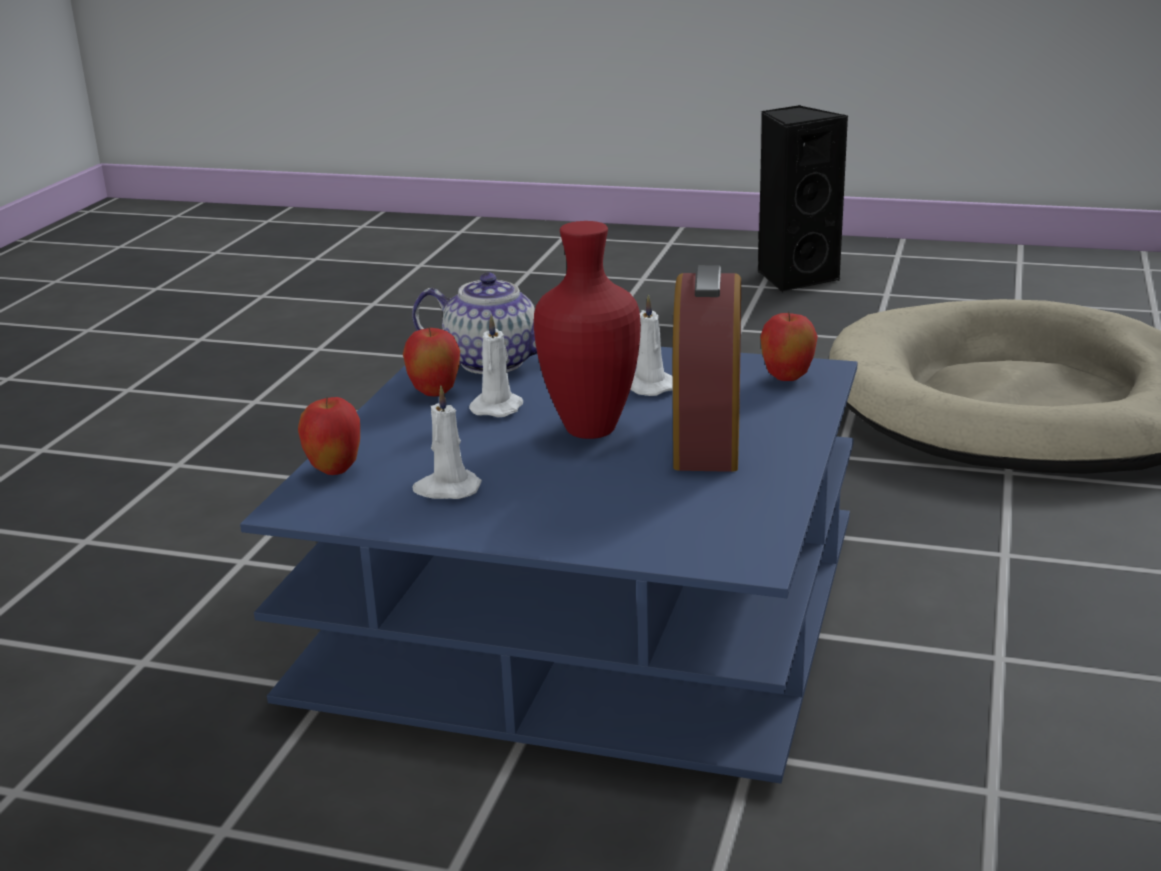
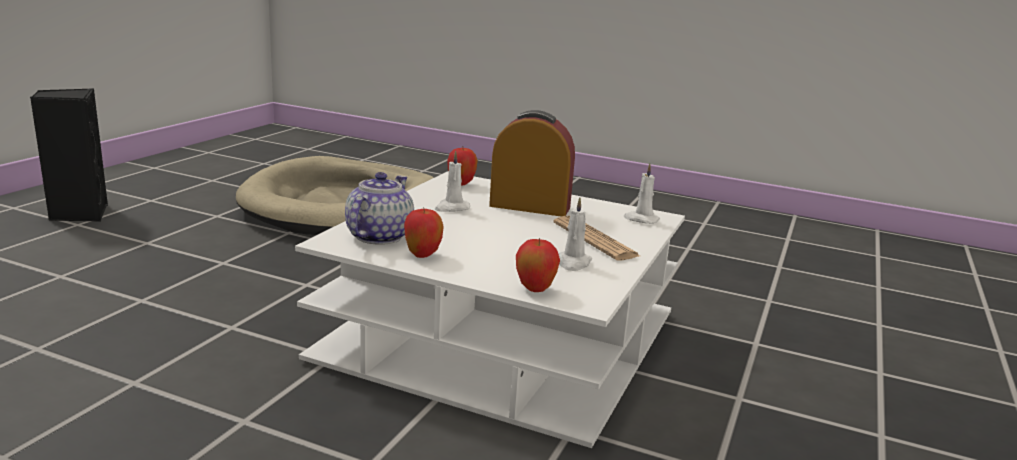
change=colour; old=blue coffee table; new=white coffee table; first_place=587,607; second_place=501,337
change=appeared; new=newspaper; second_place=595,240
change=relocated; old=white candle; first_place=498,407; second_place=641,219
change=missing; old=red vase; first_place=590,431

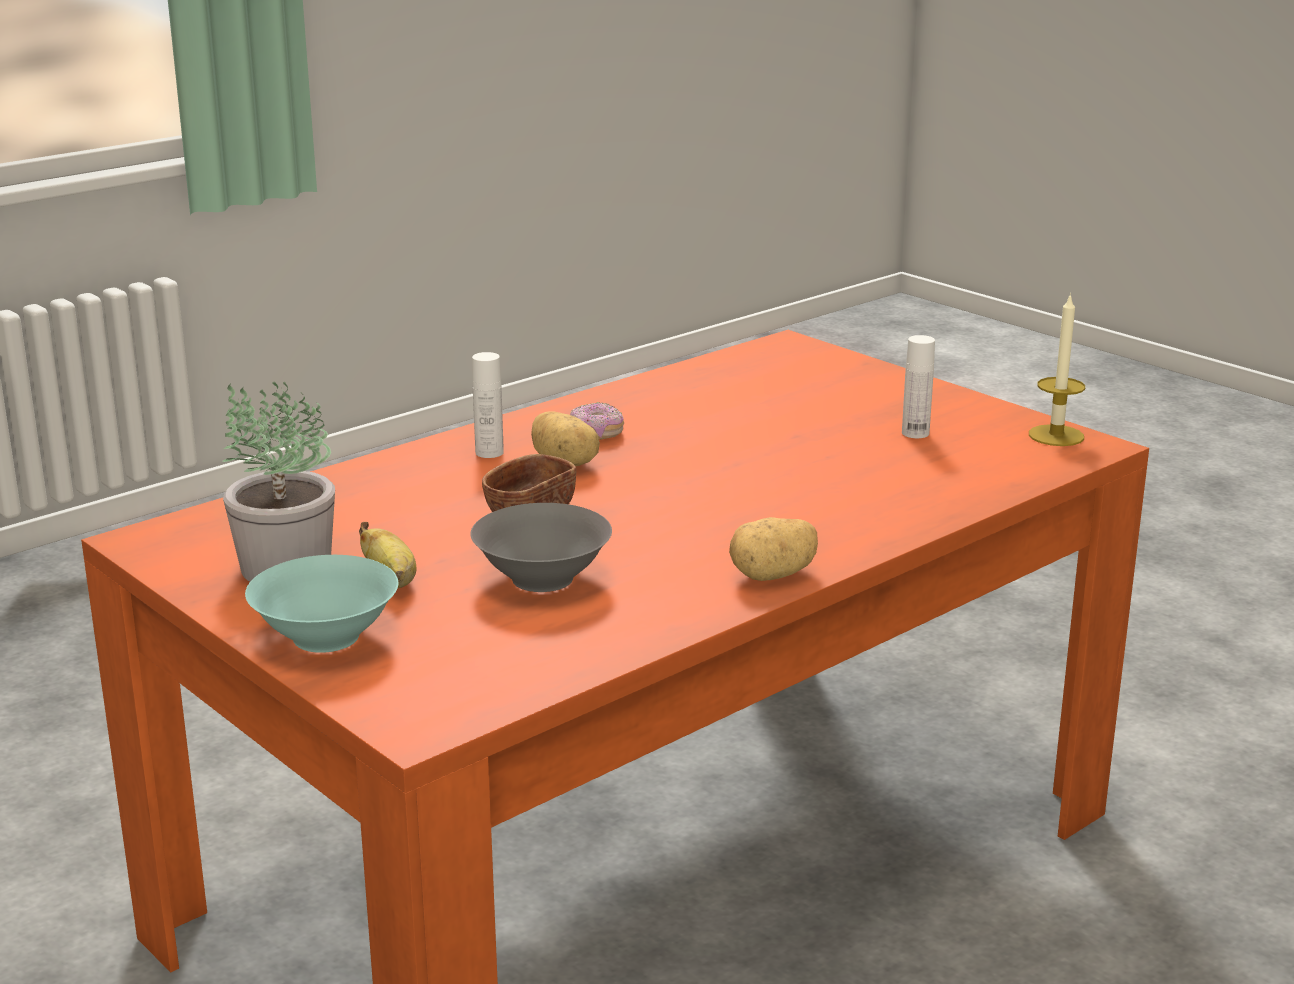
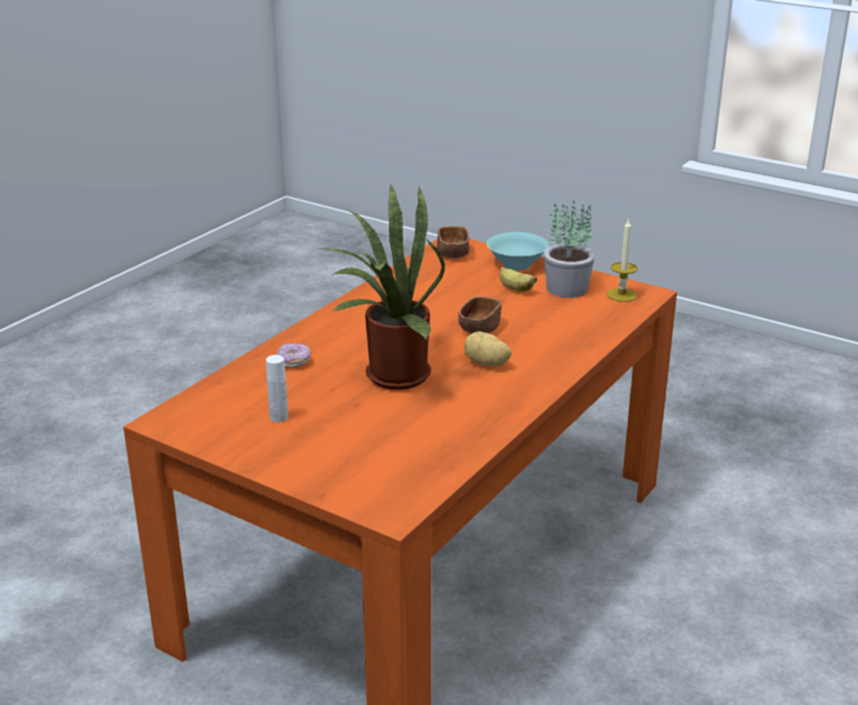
change=relocated; old=donut; first_place=597,433; second_place=294,362
change=appeared; new=potted plant; second_place=390,375
change=appeared; new=brown bowl; second_place=453,253
change=relocated; old=candle; first_place=1056,435; second_place=621,295
change=missing; old=grey bowl; first_place=544,579
change=missing; old=white bottle; first_place=489,452
change=missing; old=potato; first_place=773,576

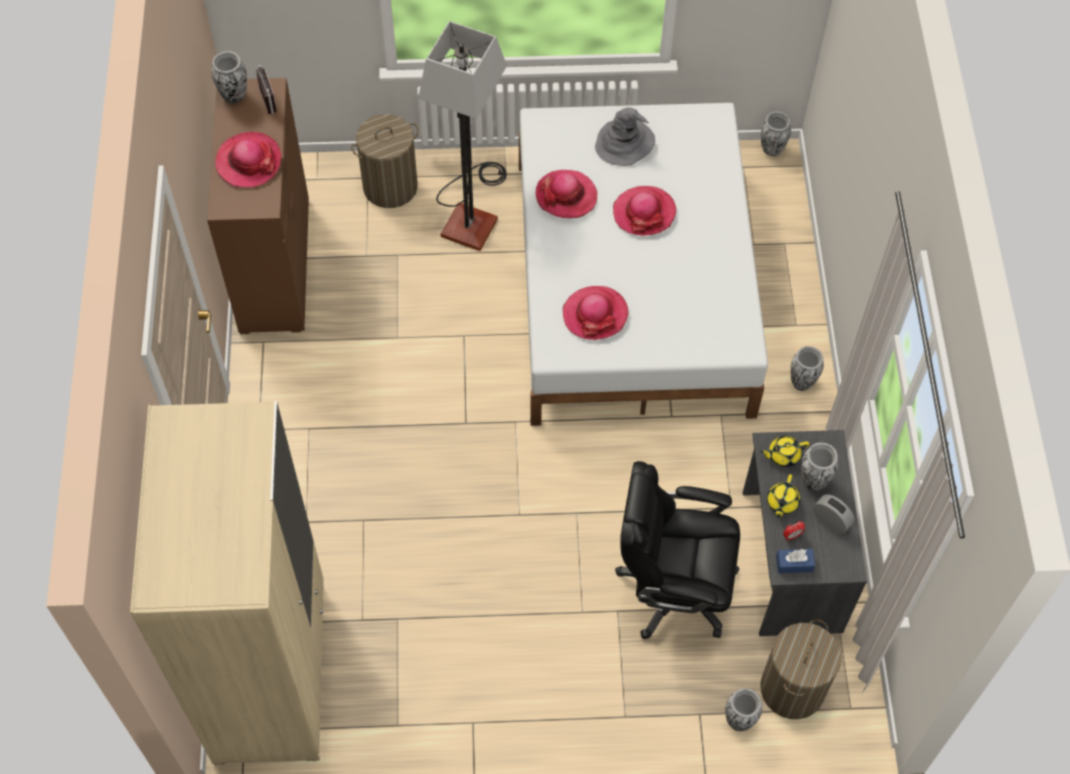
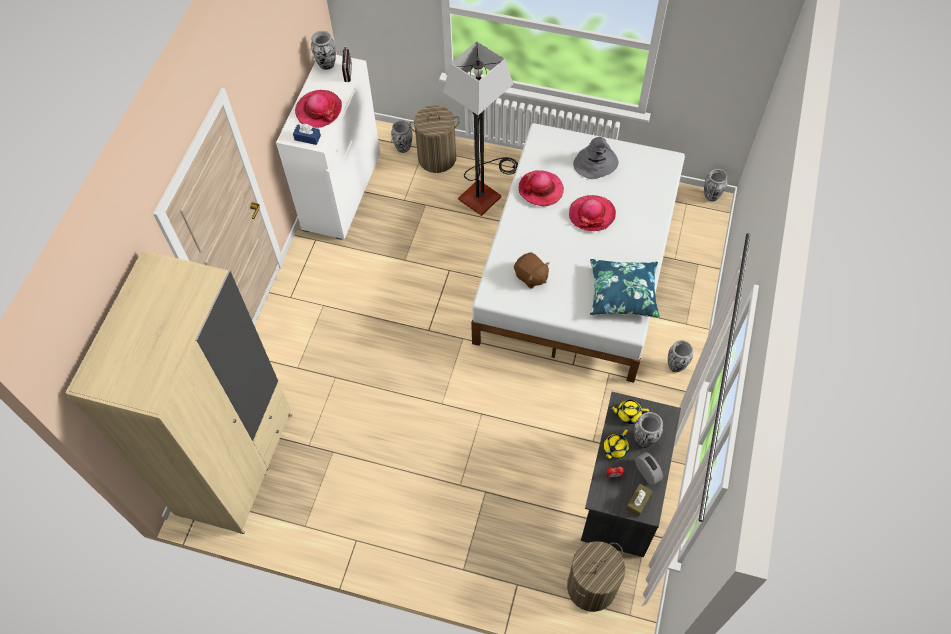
change=colour; old=brown dresser; new=white dresser; first_place=275,265; second_place=342,191
change=relocated; old=blue tissue box; first_place=794,564; second_place=307,138
change=relocated; old=vase; first_place=739,720; second_place=403,148
change=exchanged; old=hat; new=brown plush toy; first_place=595,314; second_place=531,276
change=appeared; new=blue pillow; second_place=623,293
change=appeared; new=brown tissue box; second_place=638,502
change=missing; old=black office chair; first_place=673,588

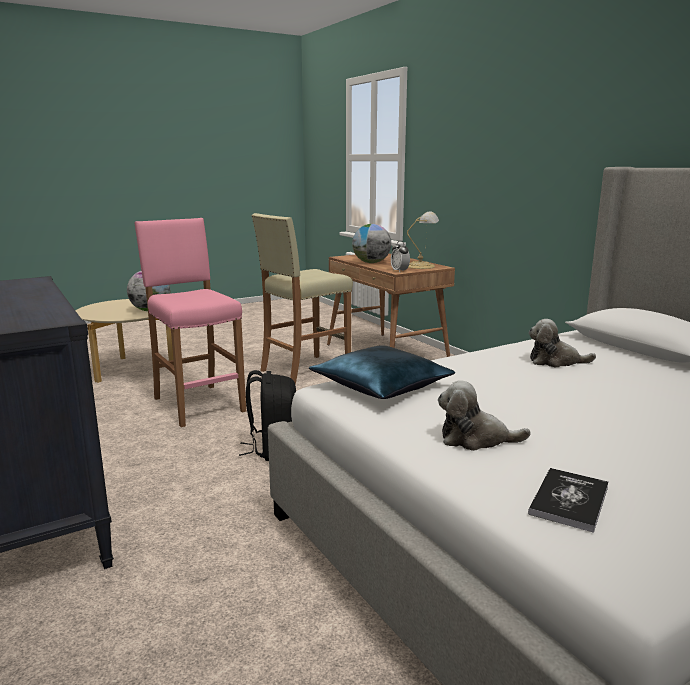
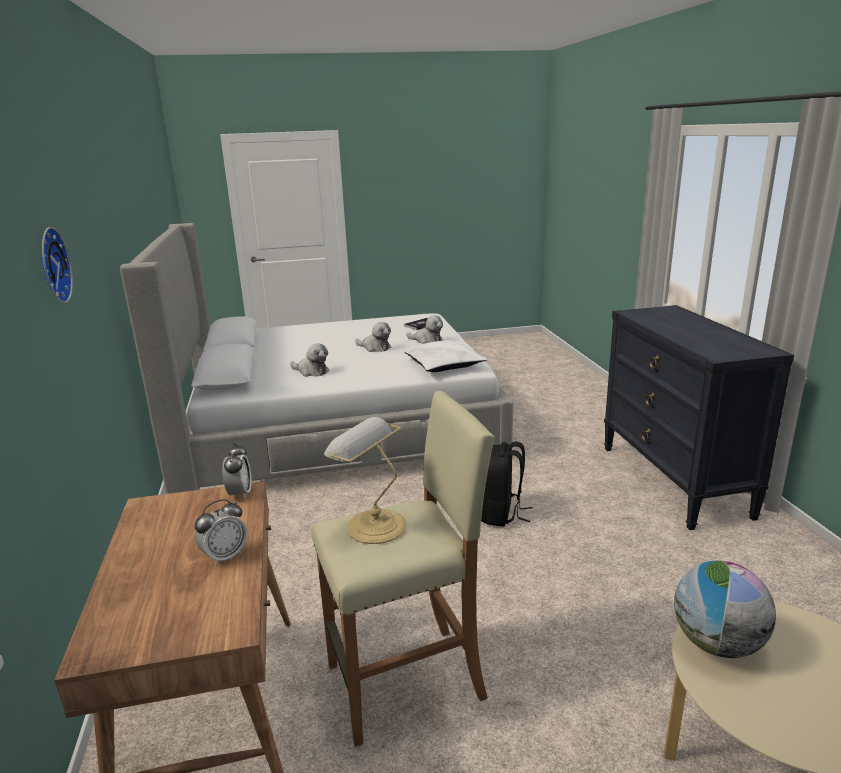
change=appeared; new=wall clock; second_place=50,265
change=exchanged; old=globe; new=alarm clock; first_place=371,263; second_place=225,556
change=relocated; old=table lamp; first_place=421,266; second_place=373,525
change=appeared; new=plush toy; second_place=375,348
change=colour; old=blue pillow; new=white pillow; first_place=382,386; second_place=444,364
change=missing; old=pink stool; first_place=198,404

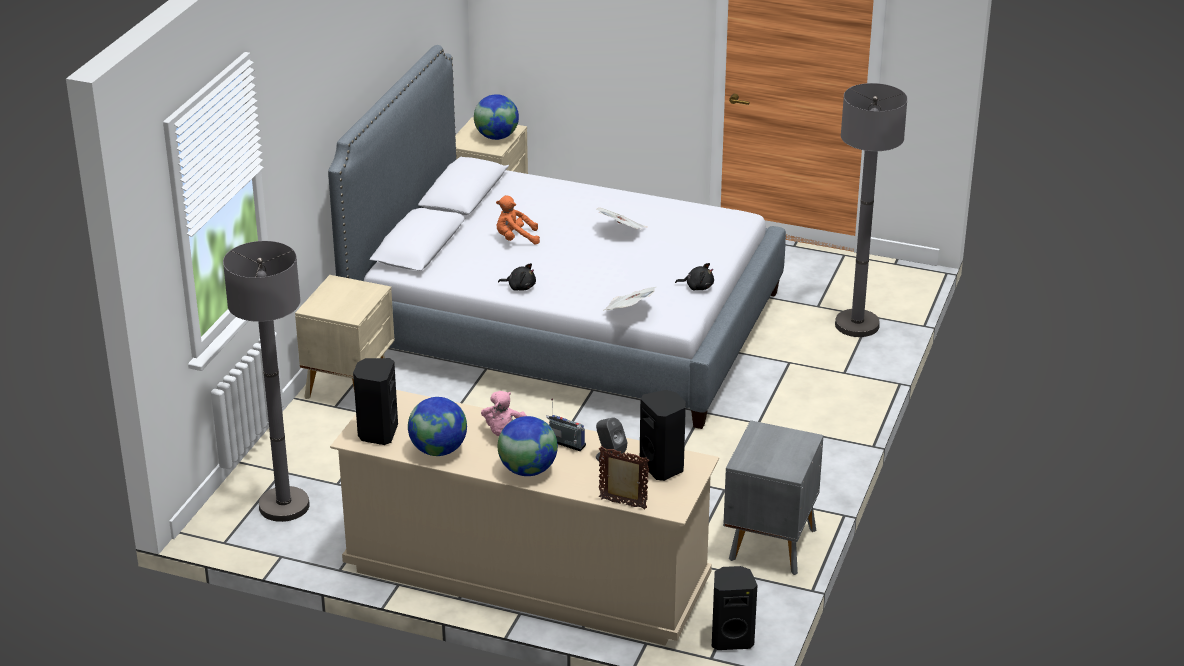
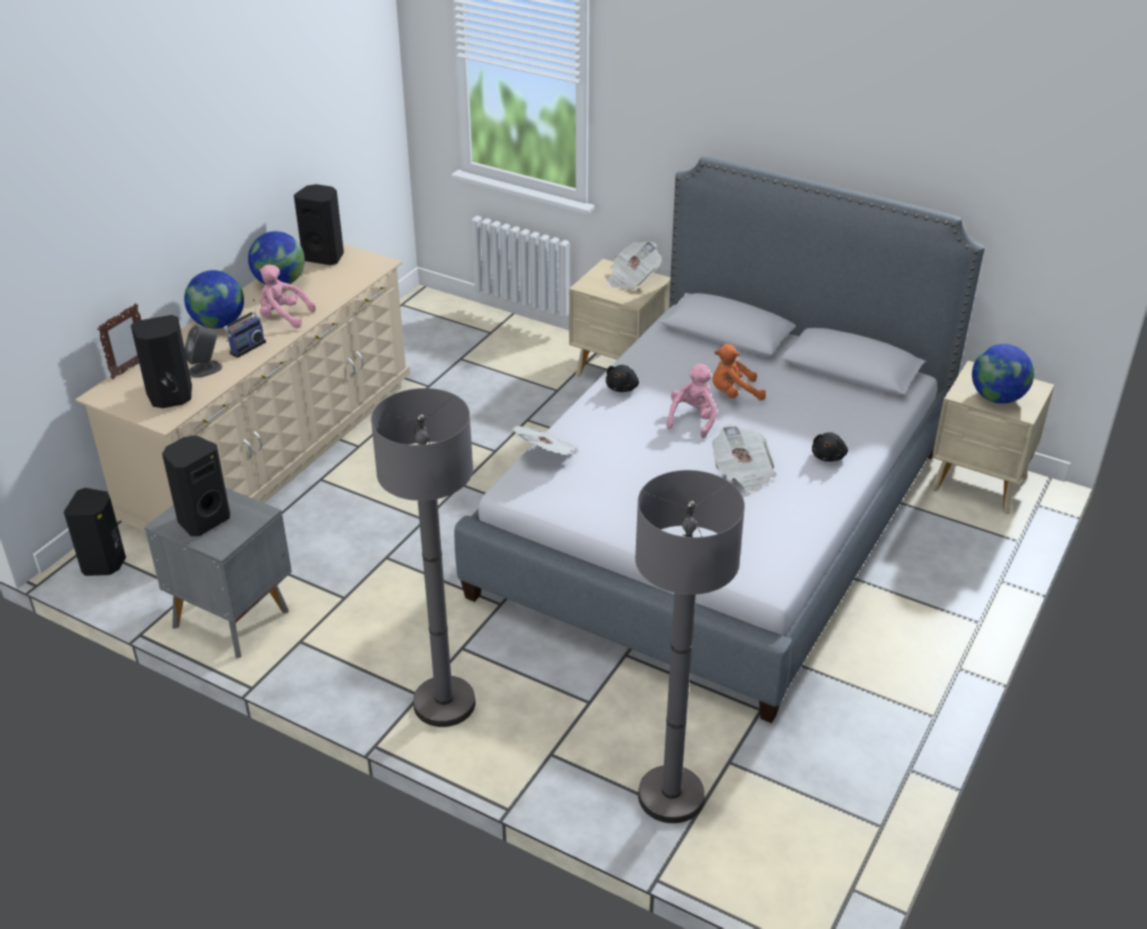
change=appeared; new=black speaker; second_place=203,520
change=relocated; old=grey floor lamp; first_place=284,506; second_place=444,703
change=appeared; new=newspaper; second_place=631,279
change=appeared; new=pink plush toy; second_place=693,419
change=spun; old=orange plush toy; first_place=515,239; second_place=734,394; degrees=-105
change=relocated; old=black plush toy; first_place=697,287; second_place=829,456

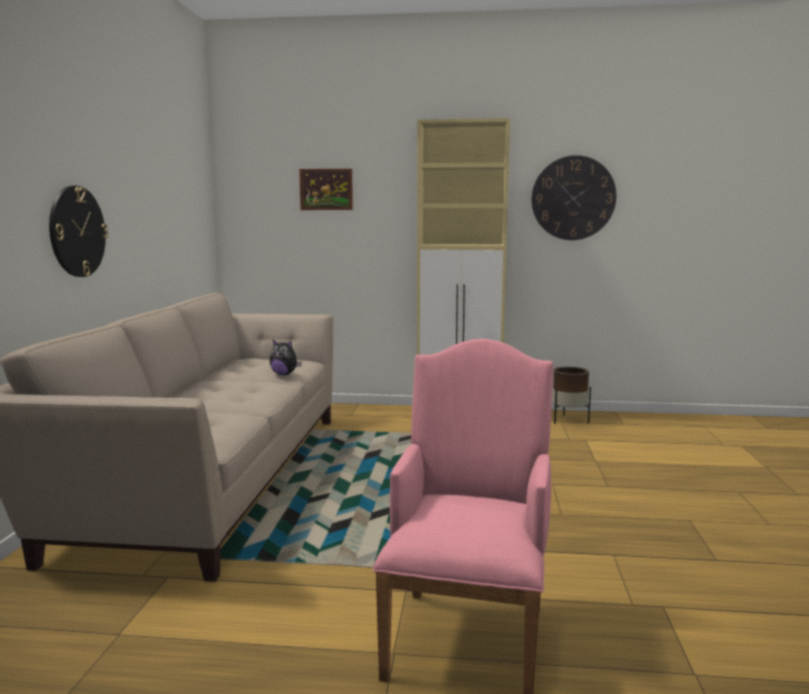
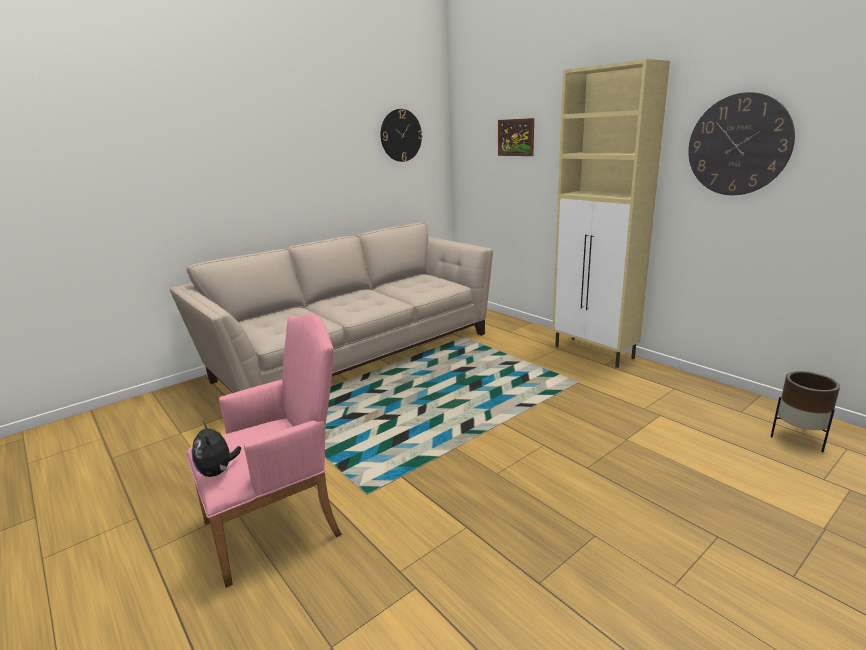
change=relocated; old=plush toy; first_place=284,374; second_place=218,472
change=relocated; old=wall clock; first_place=77,231; second_place=401,135
change=relocated; old=brown planter; first_place=568,420; second_place=797,438

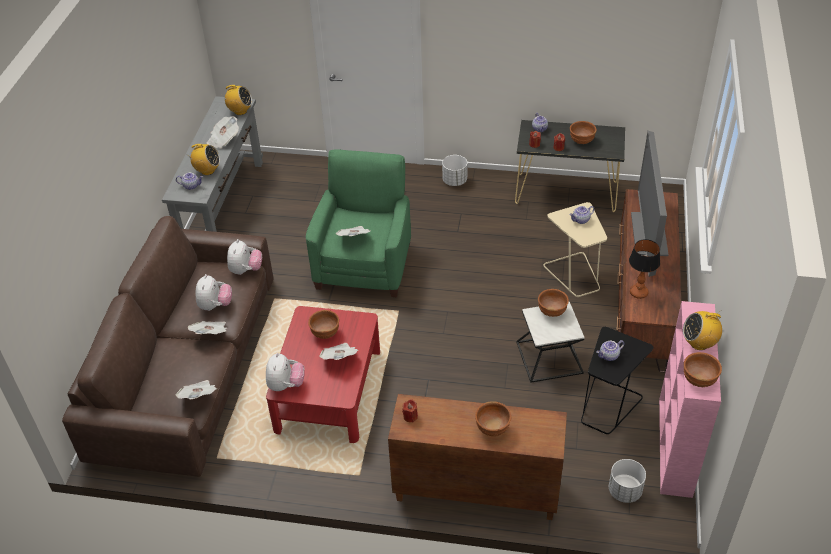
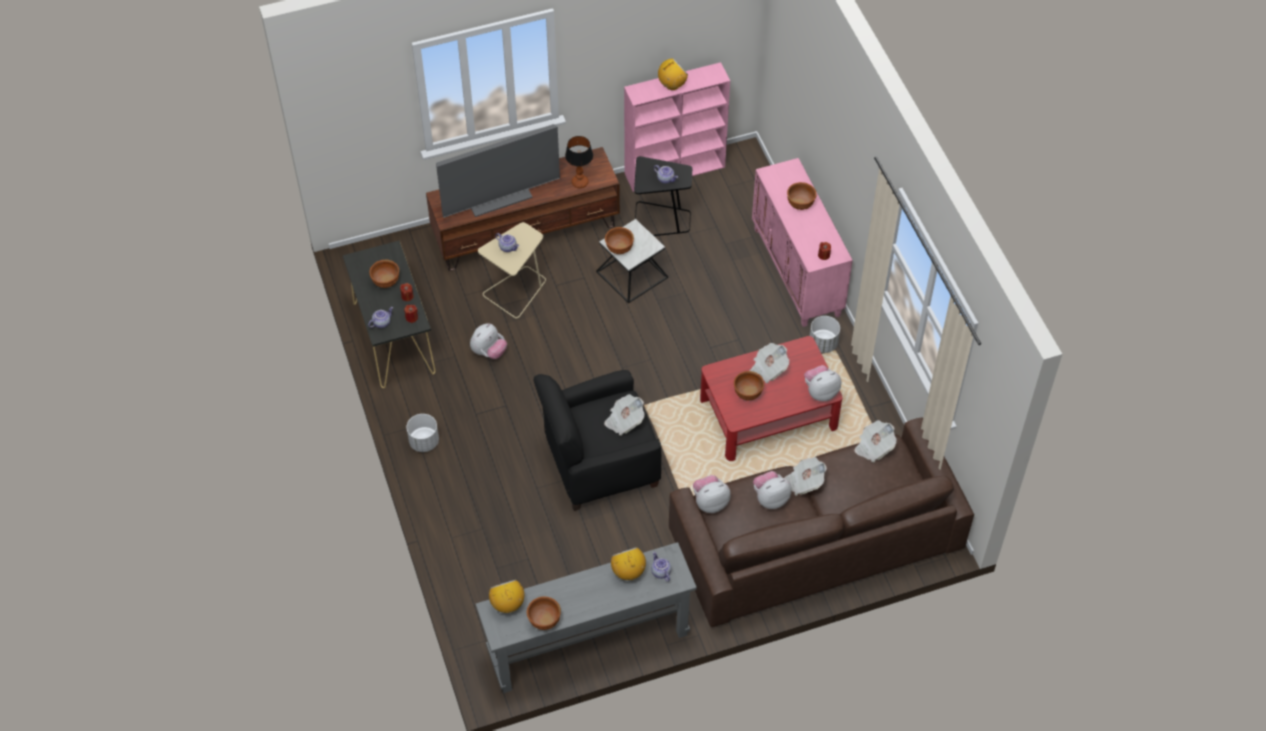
change=appeared; new=plush toy; second_place=489,352
change=relocated; old=brown bowl; first_place=699,380; second_place=544,620
change=colour; old=green armchair; new=black armchair; first_place=364,264; second_place=599,462
change=spun; old=radio; first_place=699,343; second_place=672,85; degrees=-90
change=colour; old=brown cabinet; new=pink cabinet; first_place=475,491; second_place=797,272
change=relocated; old=white planter; first_place=624,491; second_place=823,343
change=missing; old=newspaper; first_place=223,140

